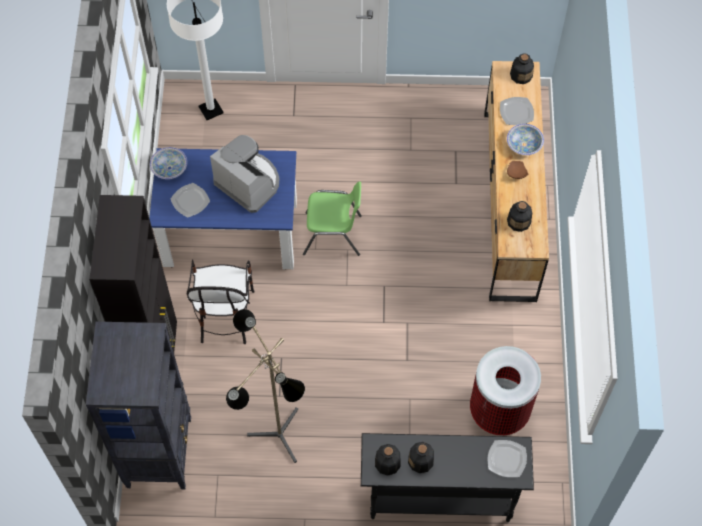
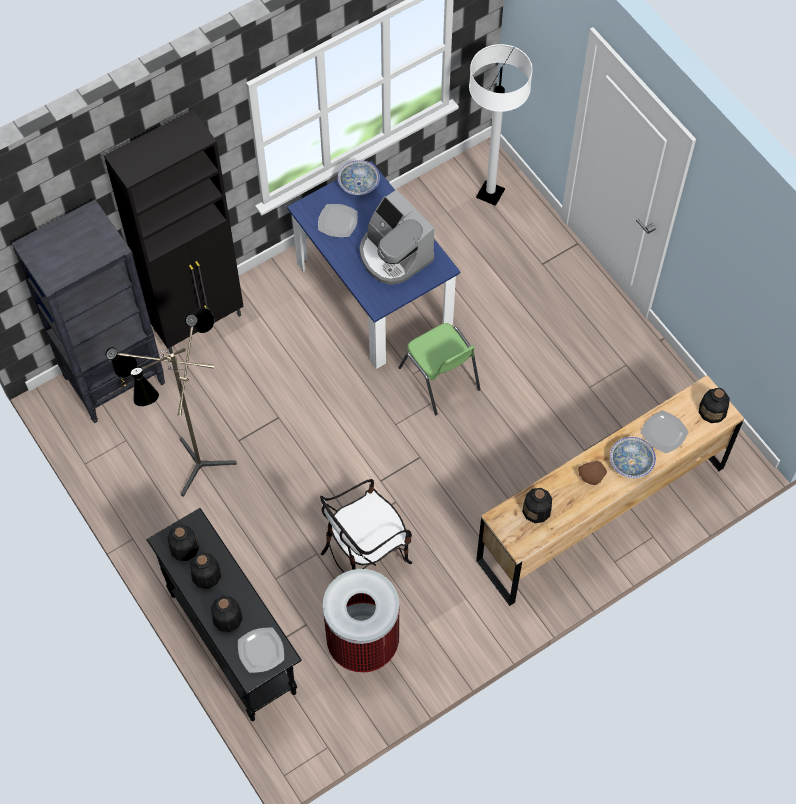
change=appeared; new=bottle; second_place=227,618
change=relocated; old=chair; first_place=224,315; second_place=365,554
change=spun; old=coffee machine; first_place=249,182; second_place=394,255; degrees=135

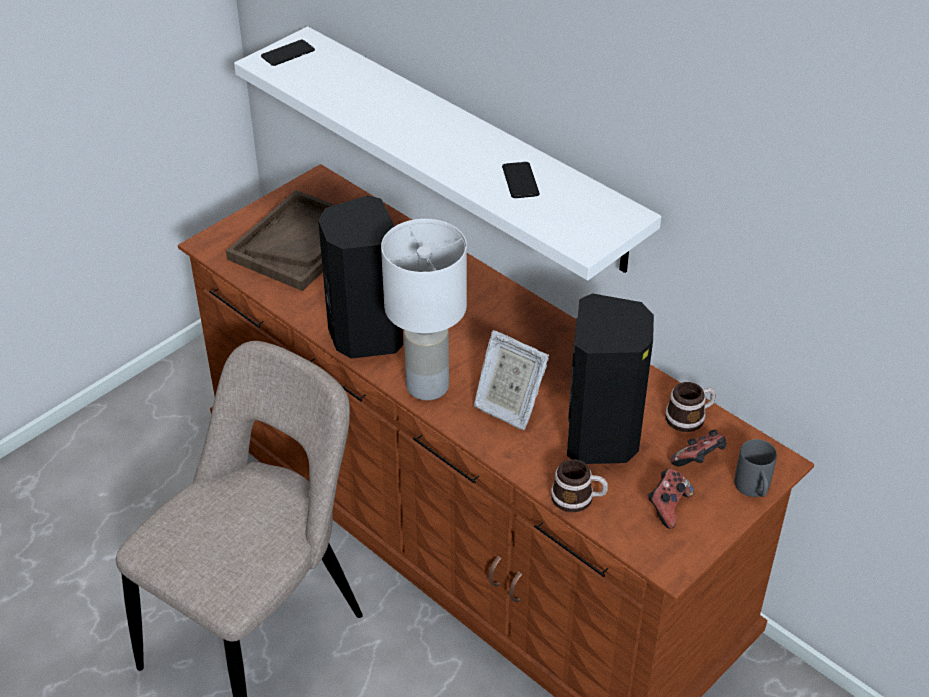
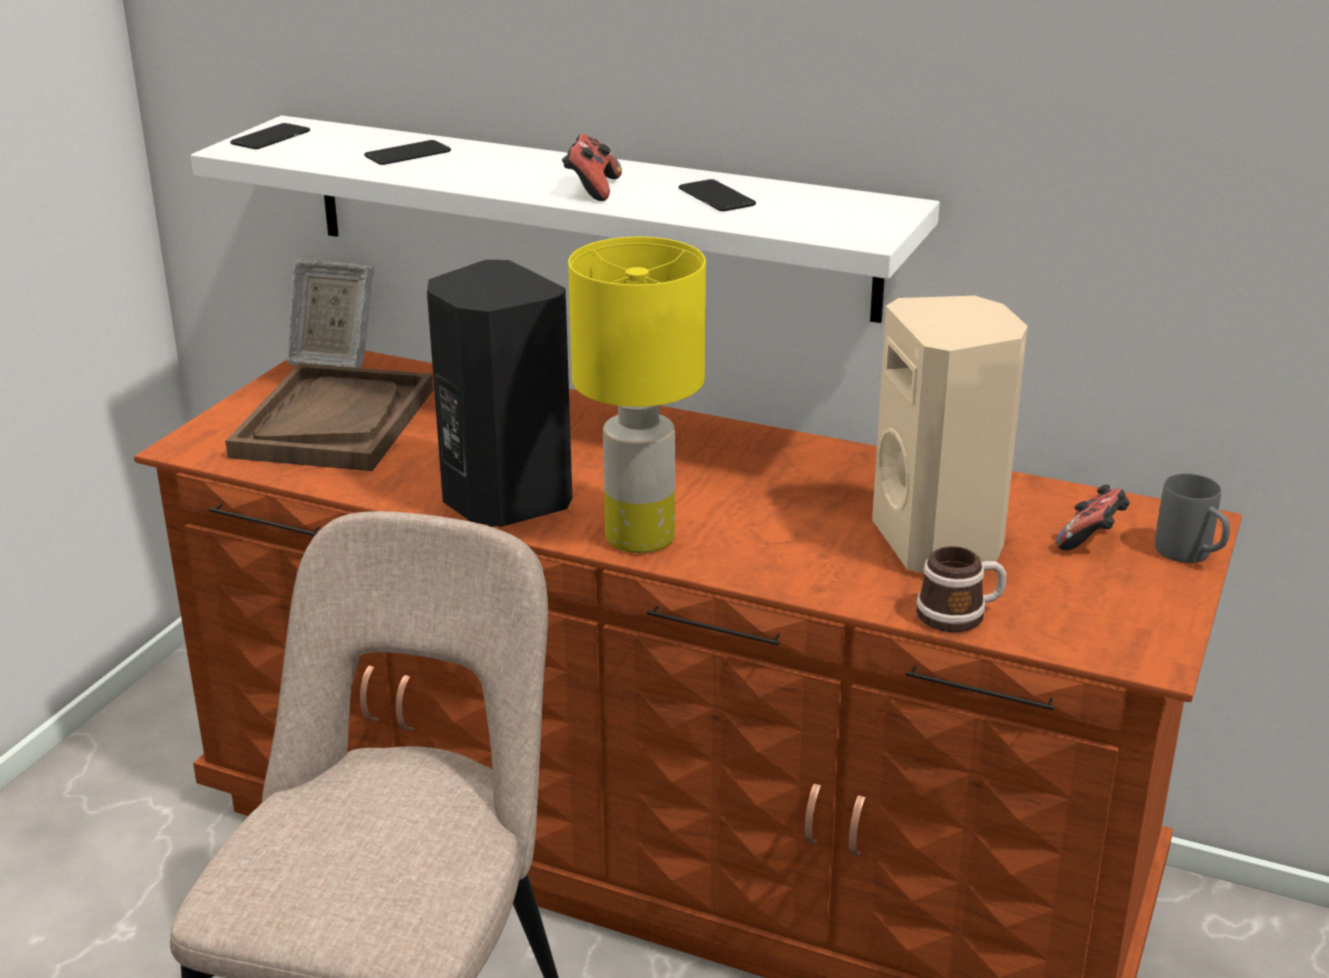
change=relocated; old=picture frame; first_place=507,406; second_place=332,360
change=appeared; new=phone; second_place=408,154
change=relocated; old=game controller; first_place=667,507; second_place=592,189
change=colour; old=white table lamp; new=yellow table lamp; first_place=426,386; second_place=638,537
change=colour; old=black speaker; new=beige speaker; first_place=603,438; second_place=940,543
change=missing; old=mug; first_place=690,417

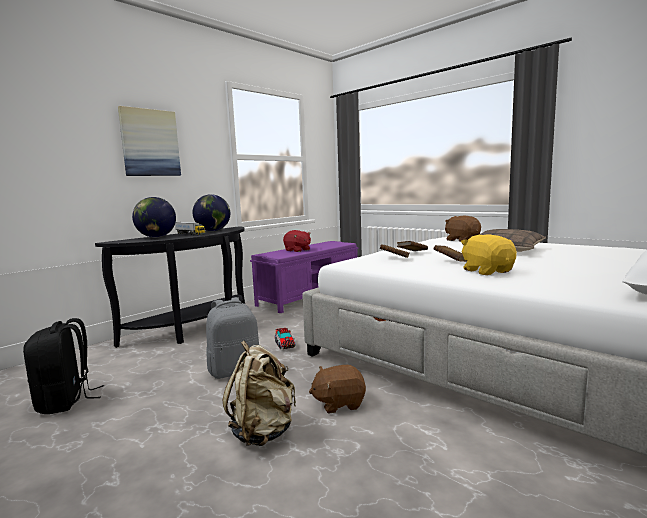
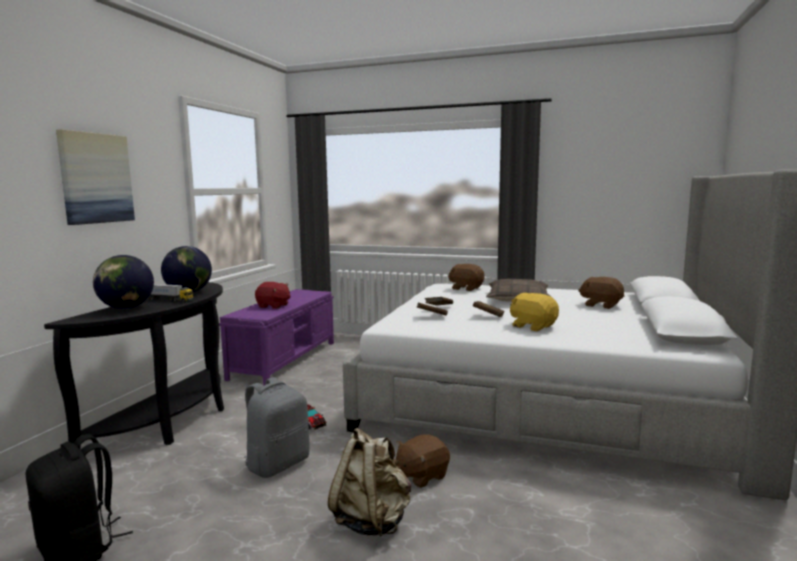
change=appeared; new=brown plush toy; second_place=601,305

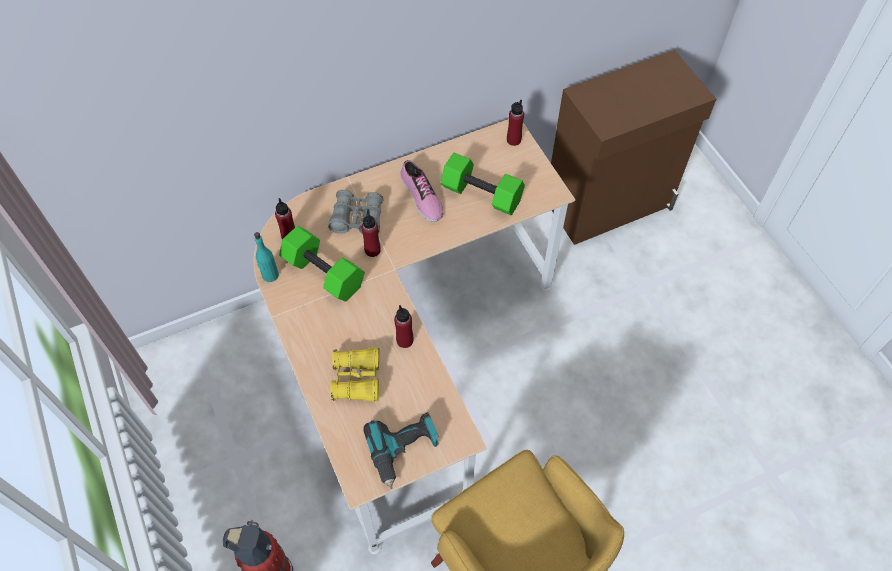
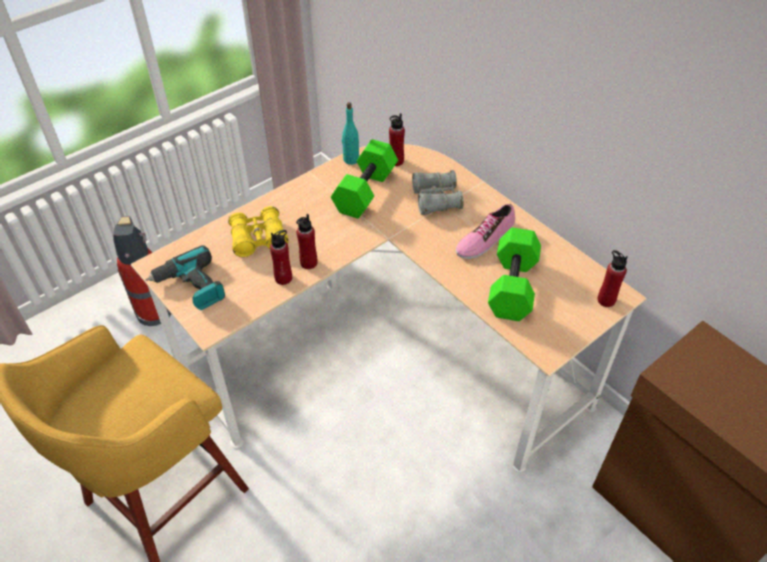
change=relocated; old=red bottle; first_place=372,250; second_place=283,278

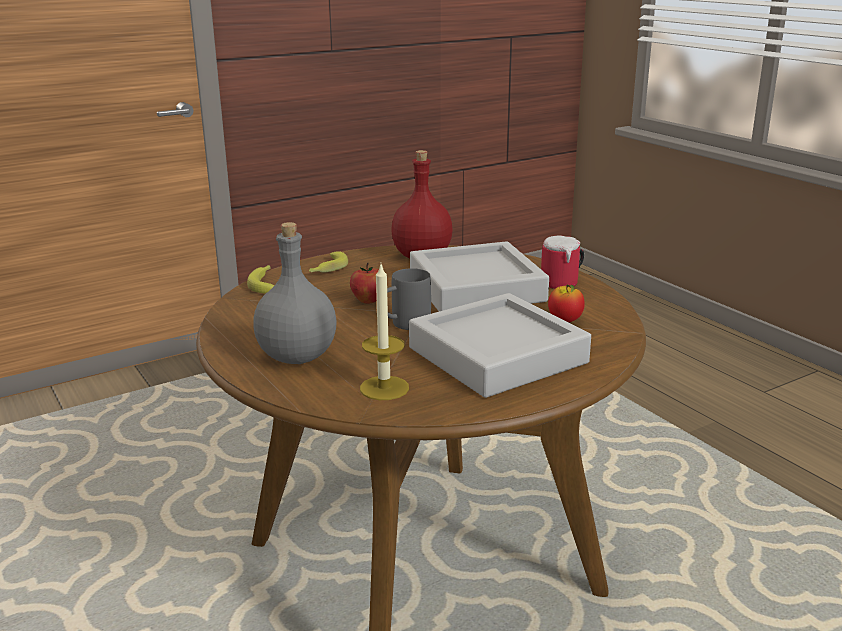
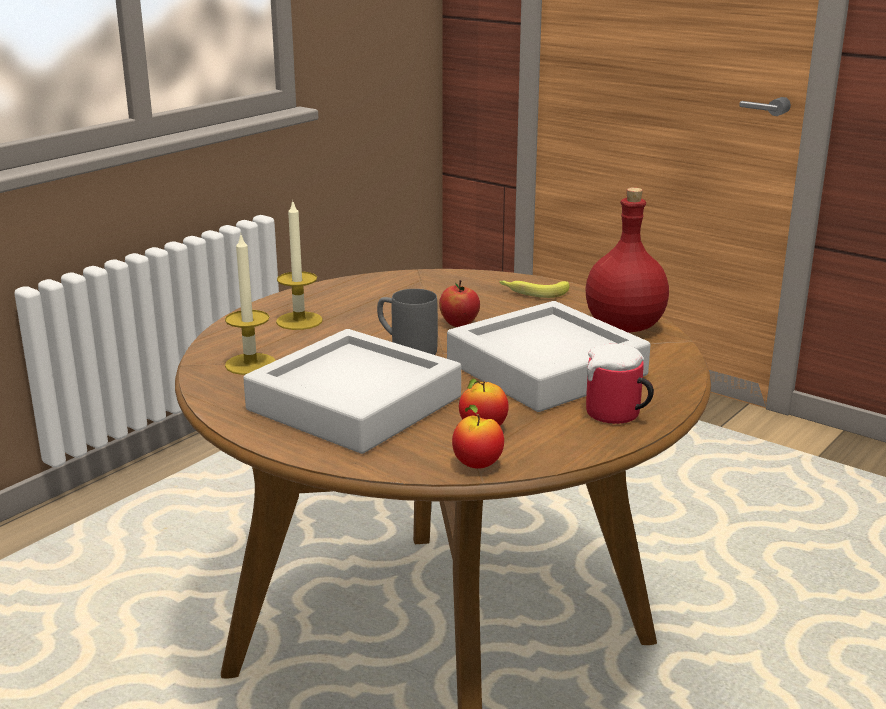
change=exchanged; old=grey bottle; new=candle; first_place=298,357; second_place=299,321
change=appeared; new=apple; second_place=477,465
change=missing; old=banana; first_place=265,283

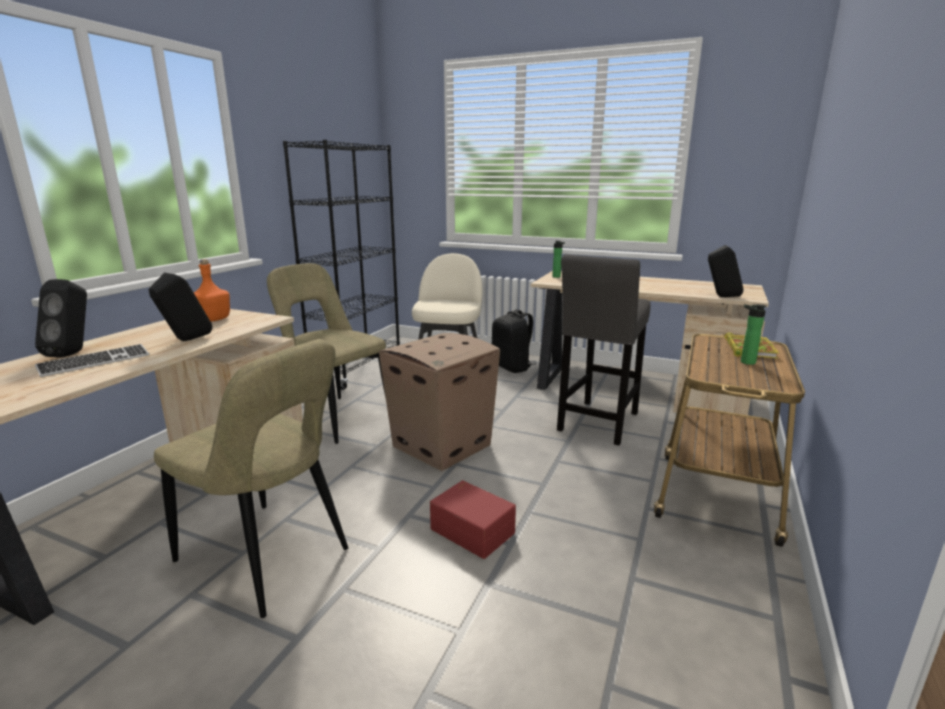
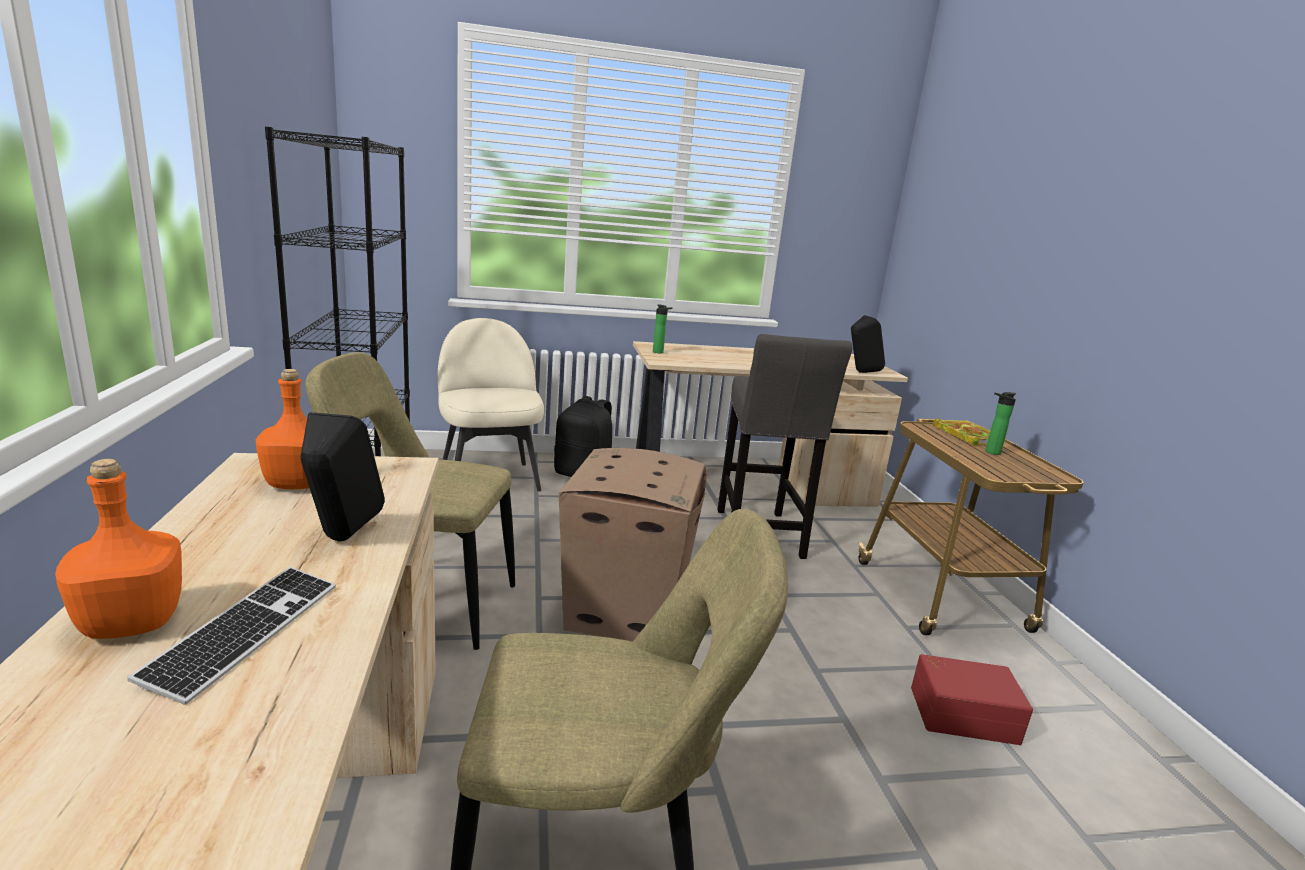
change=exchanged; old=black speaker; new=orange bottle; first_place=74,353; second_place=135,622
change=relocated; old=red storage box; first_place=473,529; second_place=962,713

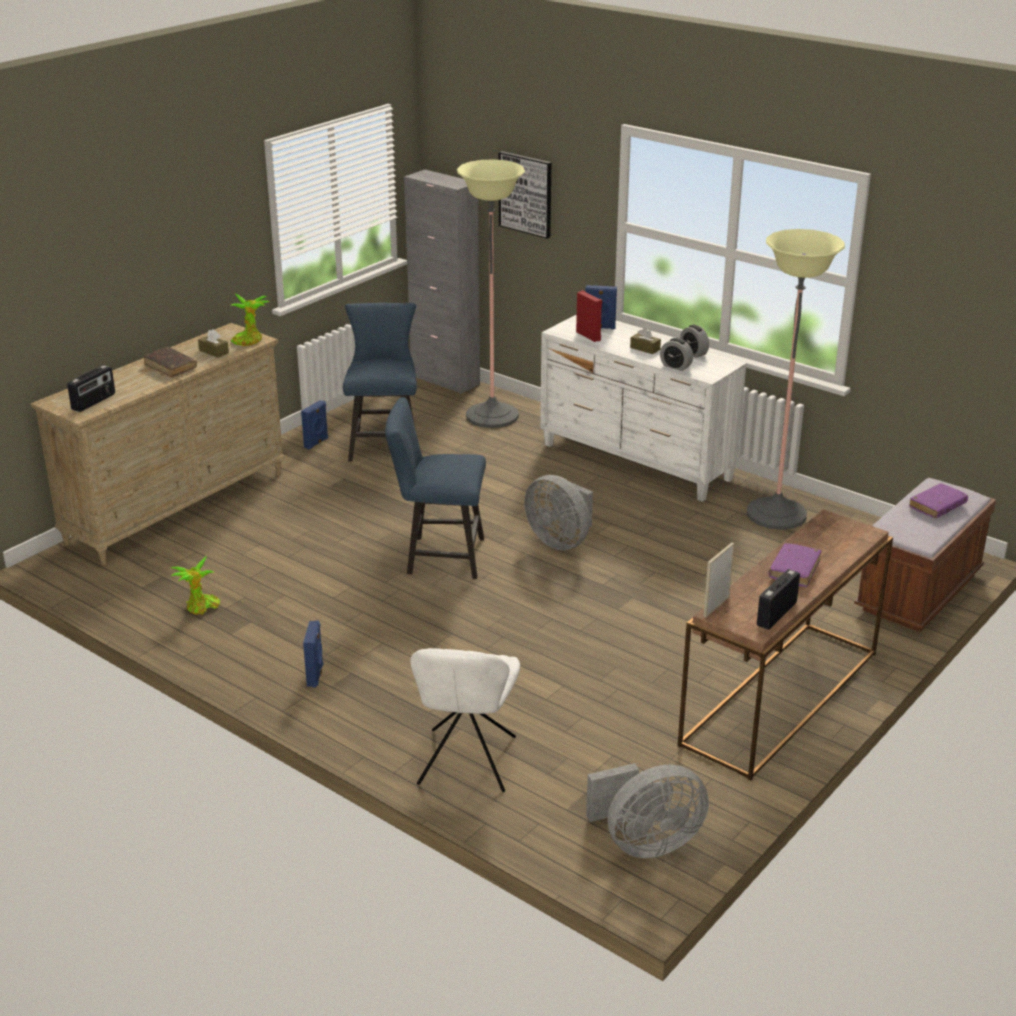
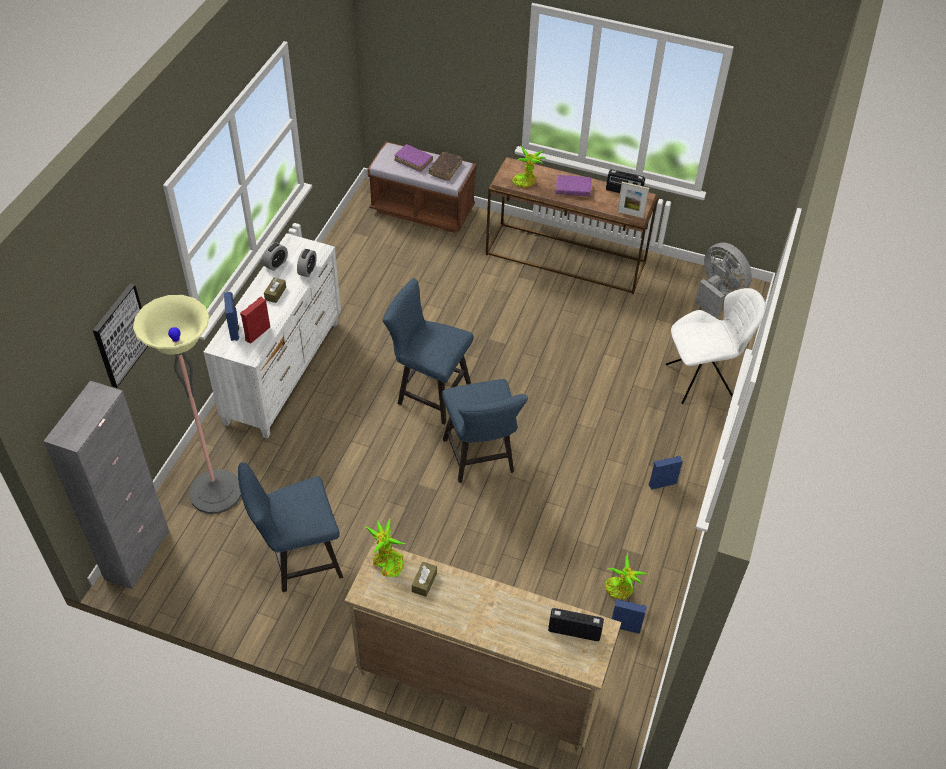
change=exchanged; old=grey fan; new=blue chair; first_place=560,541; second_place=428,392
change=relocated; old=brown book; first_place=171,367; second_place=445,169
change=appeared; new=potted plant; second_place=526,181
change=relocated; old=blue speaker; first_place=317,443; second_place=625,626
change=missing; old=floor lamp; first_place=776,514

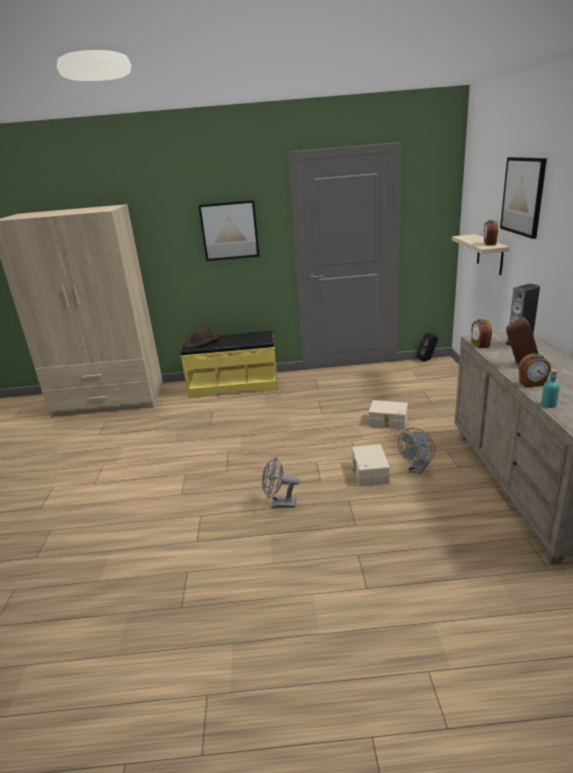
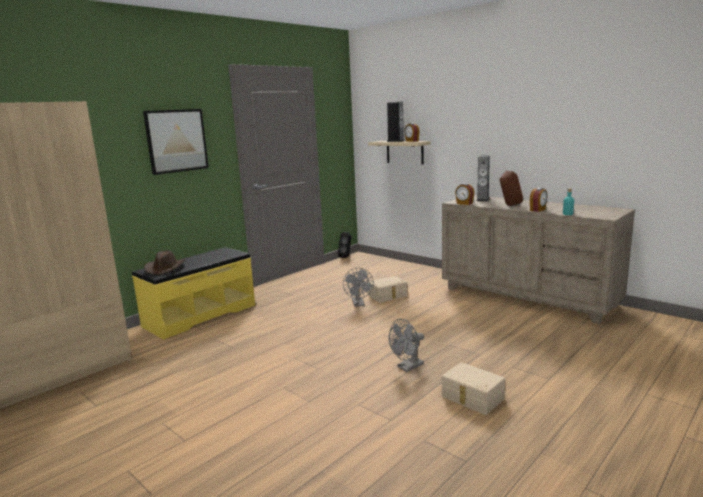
change=relocated; old=grey fan; first_place=417,469; second_place=359,304
change=appeared; new=speaker; second_place=395,141
change=relocated; old=beige storage box; first_place=369,473; second_place=472,398
change=missing; old=picture; first_place=523,196

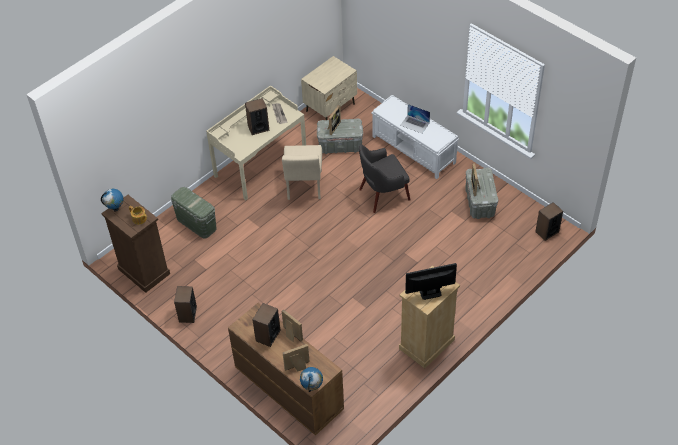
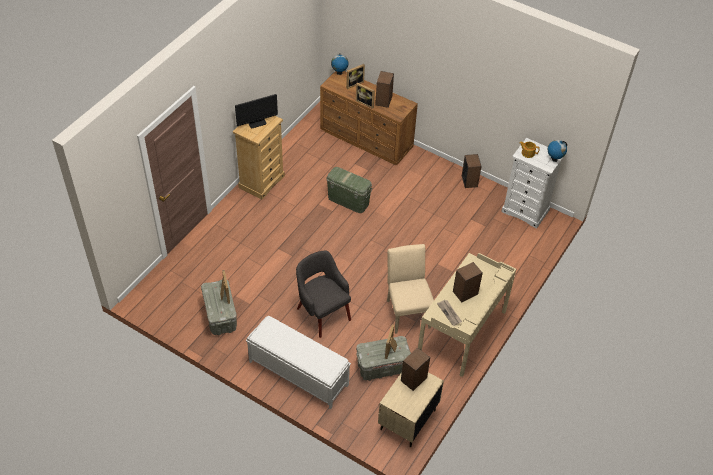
change=spun; old=grey armchair; first_place=383,195; second_place=323,313; degrees=-90
change=relocated; old=green storage box; first_place=196,223; second_place=348,201
change=relocated; old=speaker; first_place=547,232; second_place=414,379
change=colour; old=brown dresser; new=white dresser; first_place=143,271; second_place=525,210
change=missing; old=laptop; first_place=414,124

